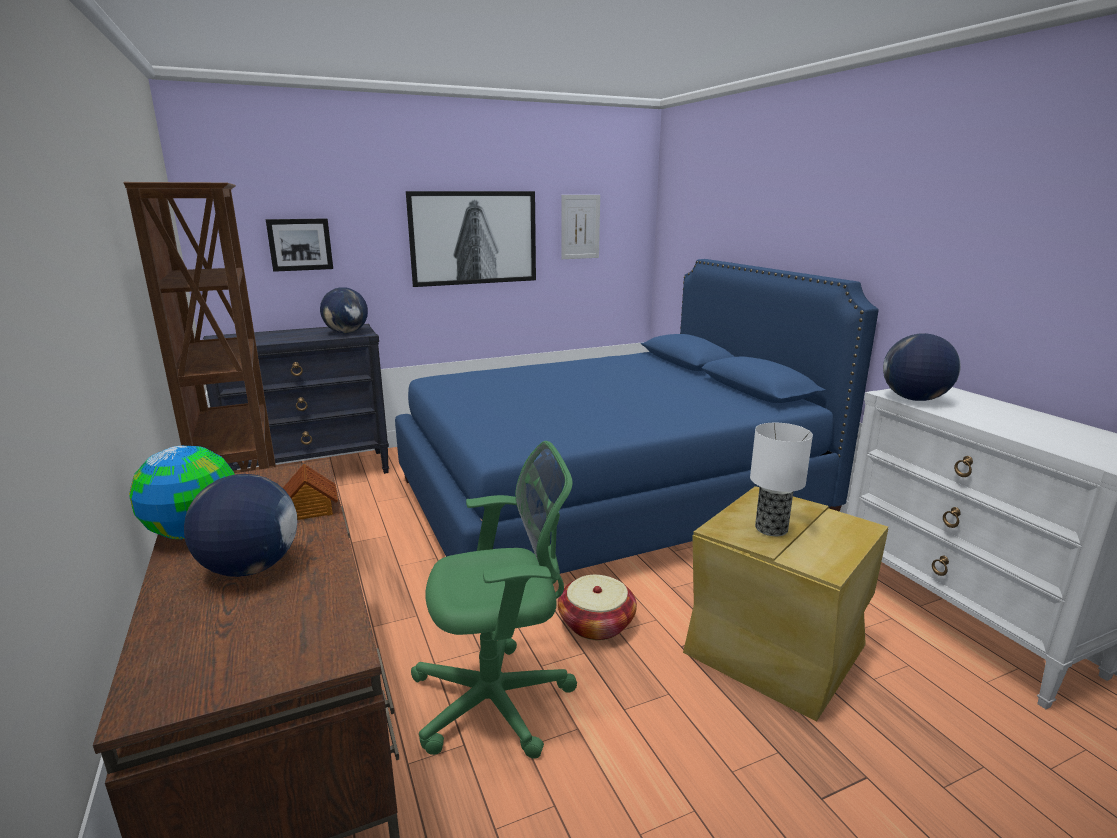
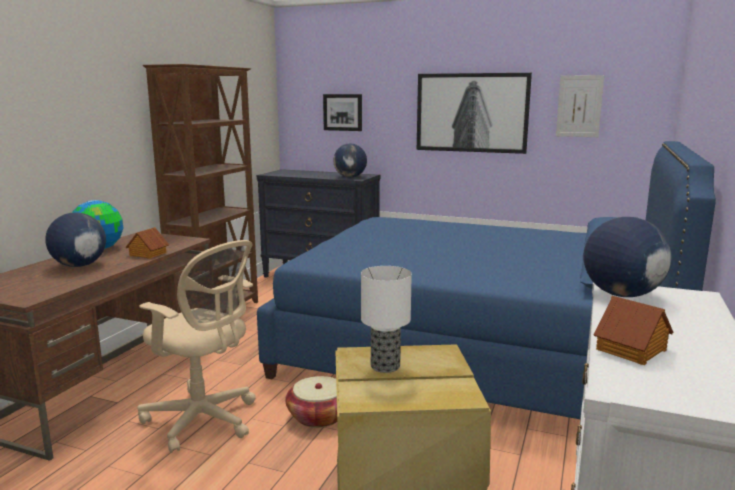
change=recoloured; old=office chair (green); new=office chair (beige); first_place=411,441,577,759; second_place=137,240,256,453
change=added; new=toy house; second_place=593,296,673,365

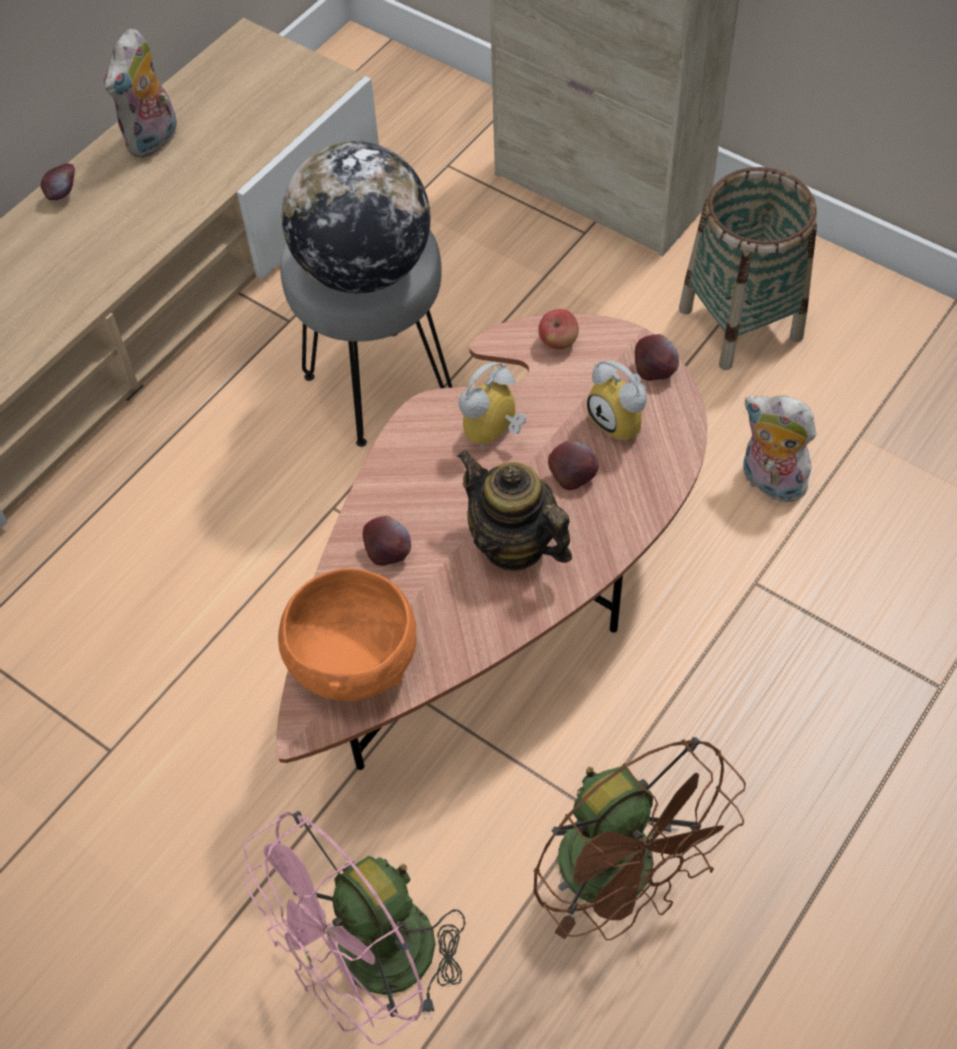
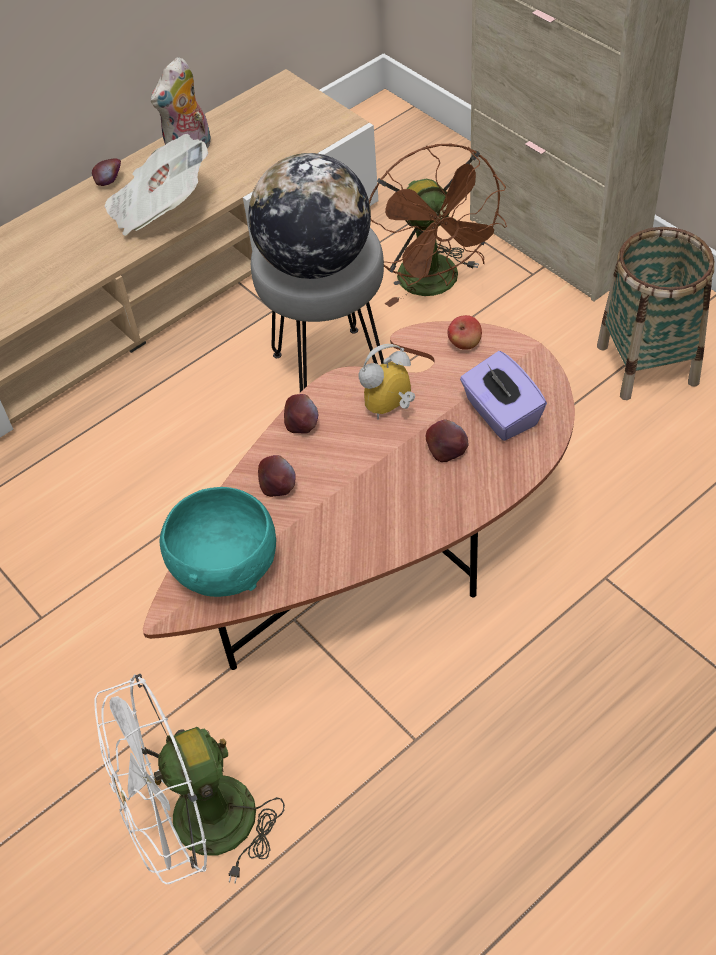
change=recoloured; old=fan (pink); new=fan (white); first_place=244,811,466,1046; second_place=94,674,285,884
change=recoloured; old=bowl (orange); new=bowl (turquoise); first_place=278,568,417,701; second_place=160,487,276,597
change=removed; old=teapot; first_place=457,450,572,571
change=moved; old=fan (brown); first_place=533,737,746,940; second_place=369,144,507,307
change=replaced; old=alarm clock; new=tissue box (purple); first_place=587,360,647,442; second_place=460,351,547,441
change=moved; old=apple; first_place=635,334,679,381; second_place=284,394,318,434
change=removed; old=plush toy; first_place=743,395,817,503
change=added; new=newspaper; second_place=104,134,208,236

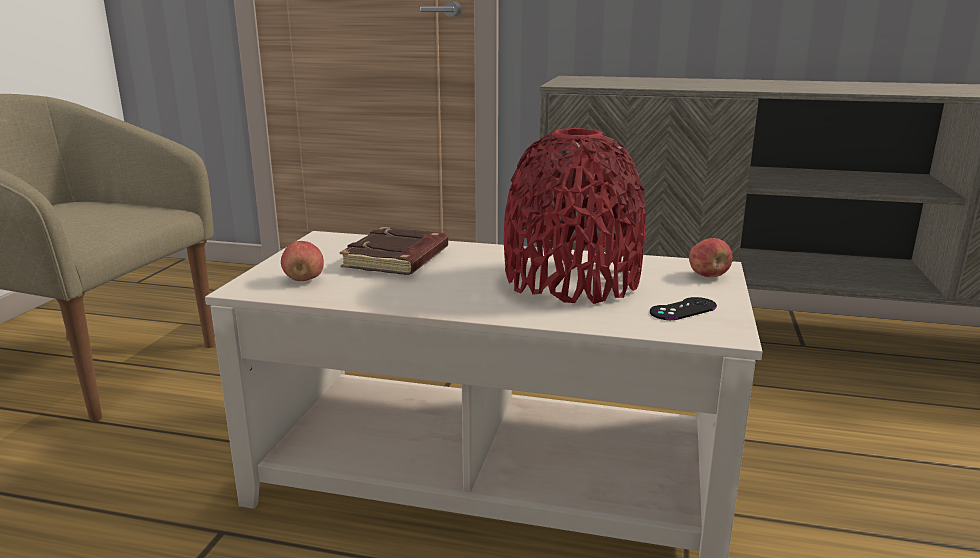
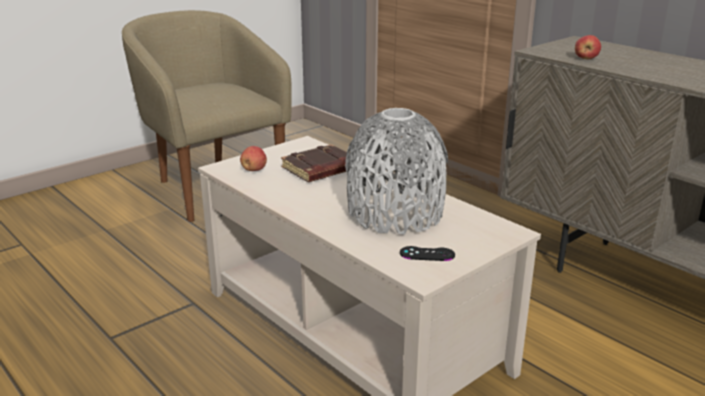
change=recoloured; old=vase (red); new=vase (grey); first_place=504,128,645,304; second_place=345,108,448,235
change=moved; old=apple; first_place=689,238,733,278; second_place=575,35,601,59

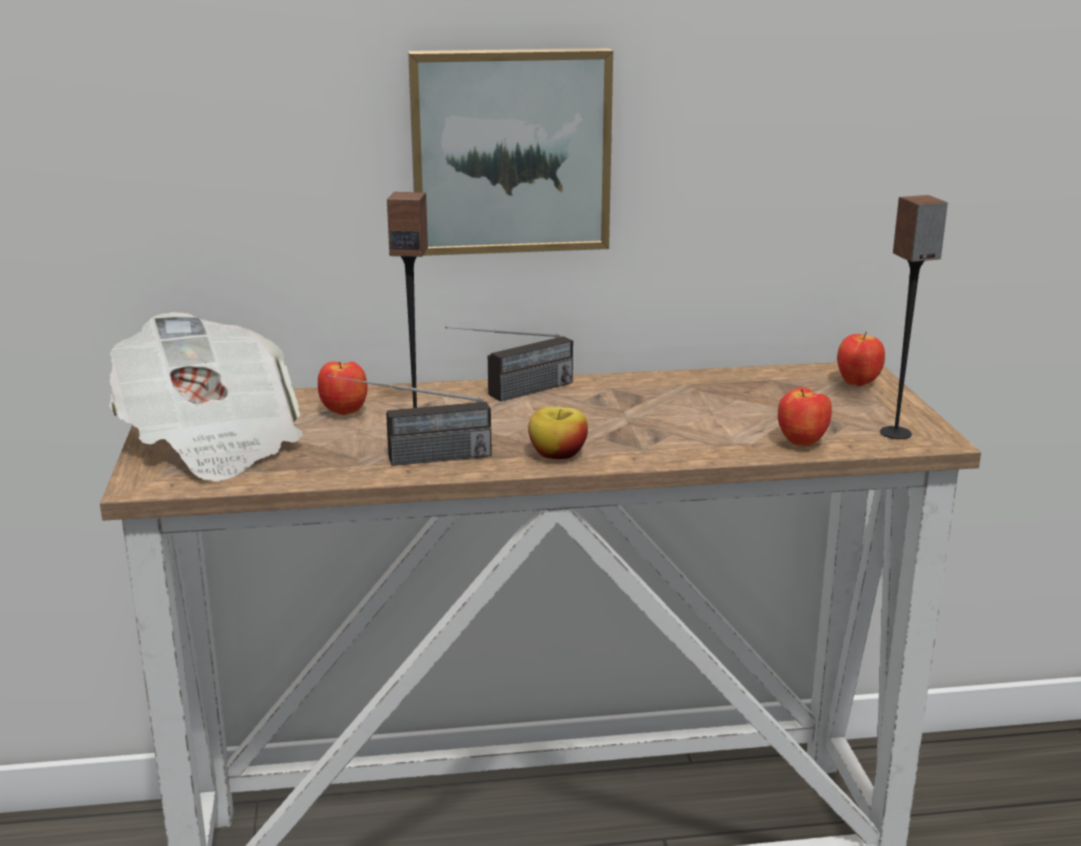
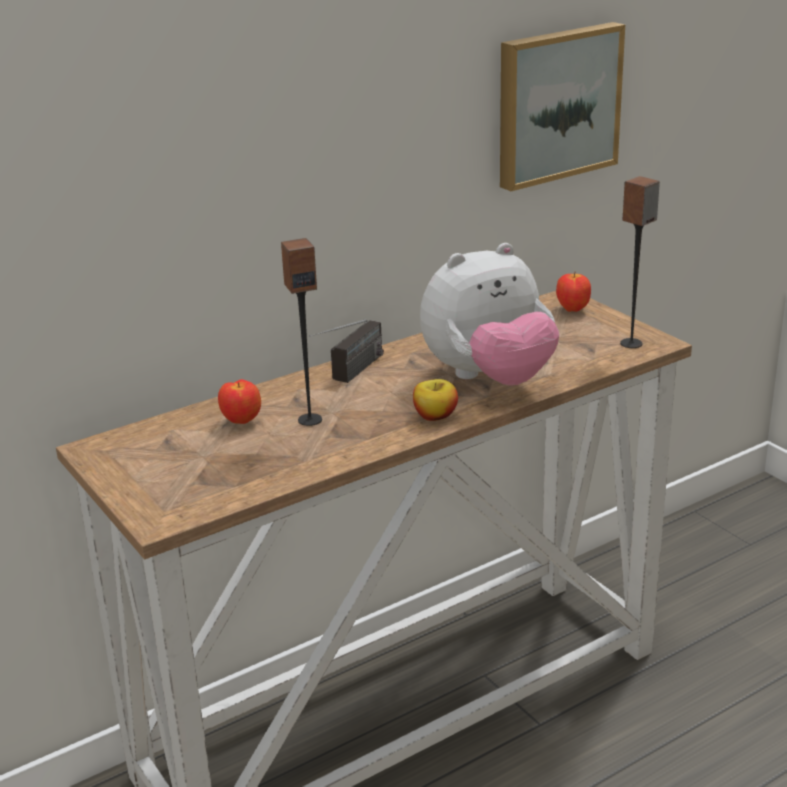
change=removed; old=newspaper; first_place=109,312,303,482
change=removed; old=radio; first_place=327,375,492,466
change=moved; old=picture; first_place=408,48,613,256; second_place=500,22,625,191
change=removed; old=apple; first_place=778,387,832,447
change=added; new=plush toy; second_place=420,243,559,386

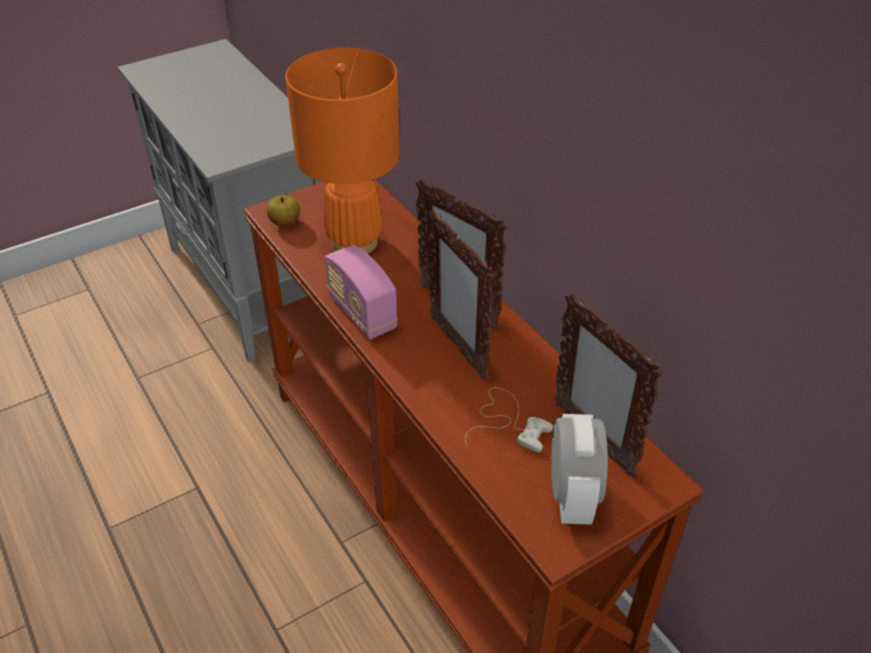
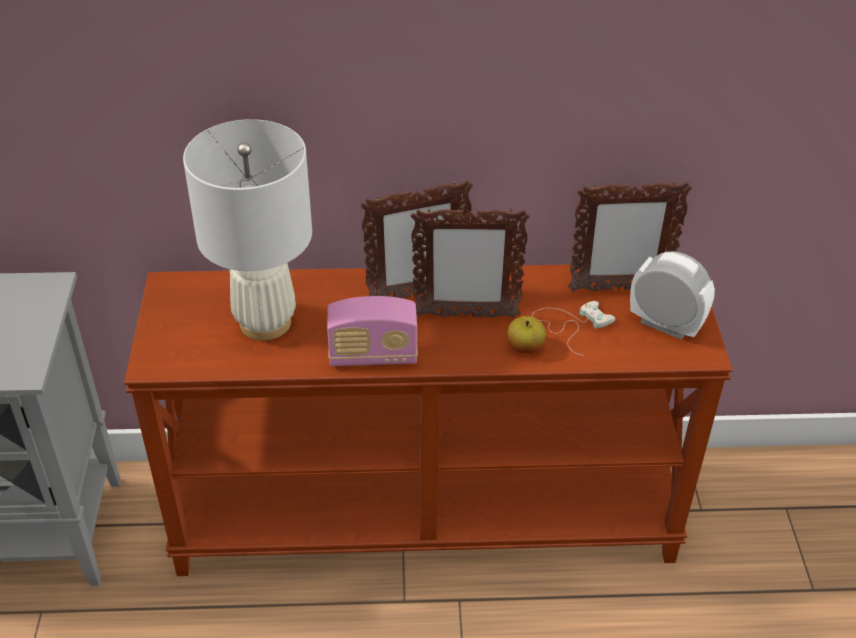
change=moved; old=apple; first_place=267,195,300,226; second_place=507,316,546,353
change=recoloured; old=table lamp (orange); new=table lamp (white); first_place=285,48,400,253; second_place=183,119,312,340

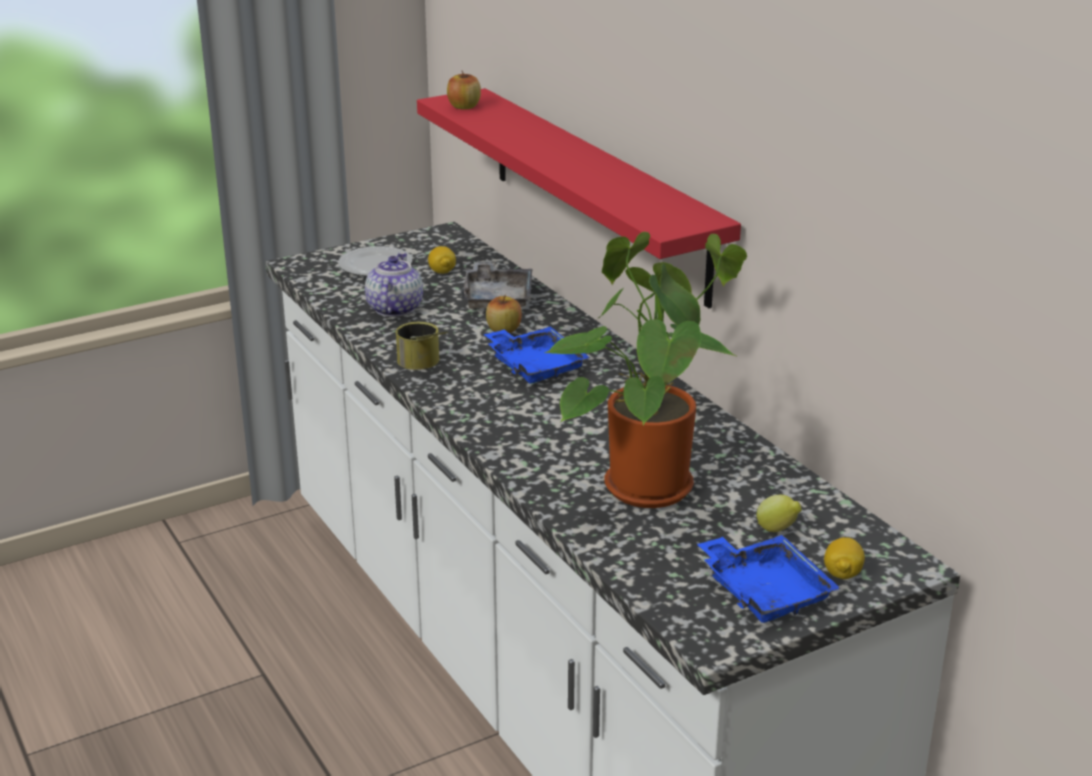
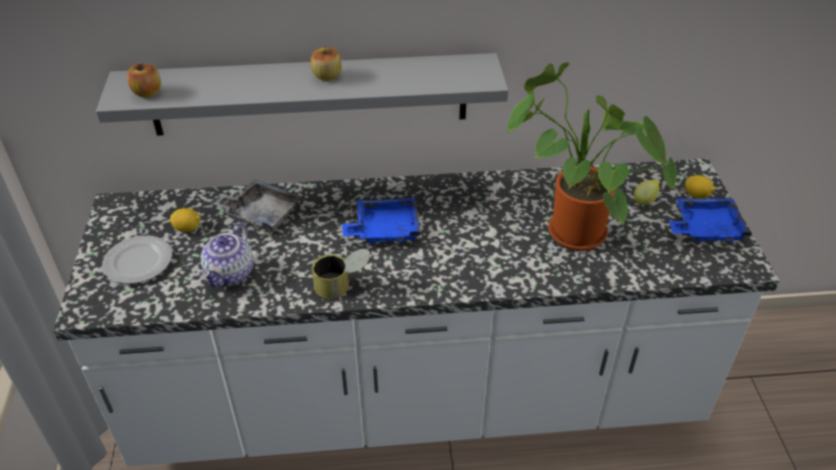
change=turned; old=teapot; first_place=365,252,423,317; second_place=201,222,253,288; degrees=-105
change=recoloured; old=shelf (red); new=shelf (grey); first_place=417,88,741,308; second_place=96,53,509,136
change=moved; old=apple; first_place=486,295,522,333; second_place=311,46,341,81

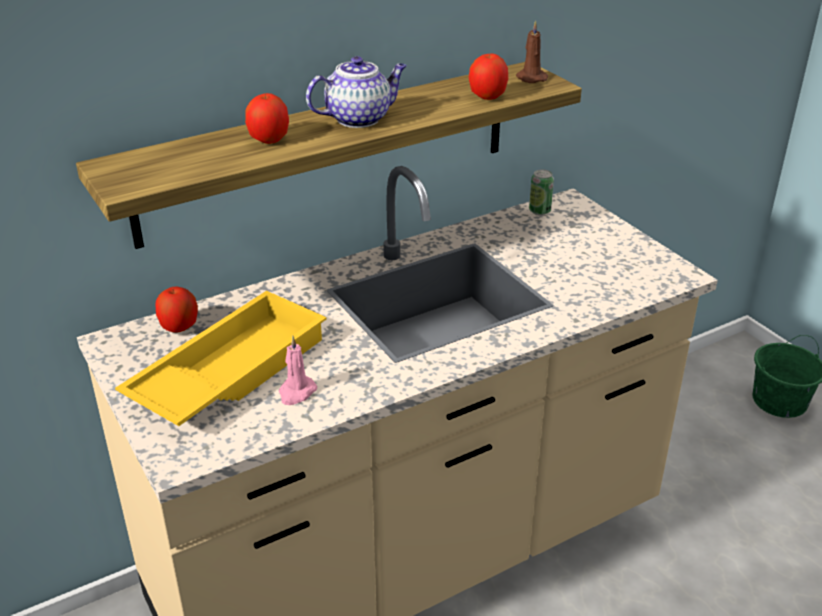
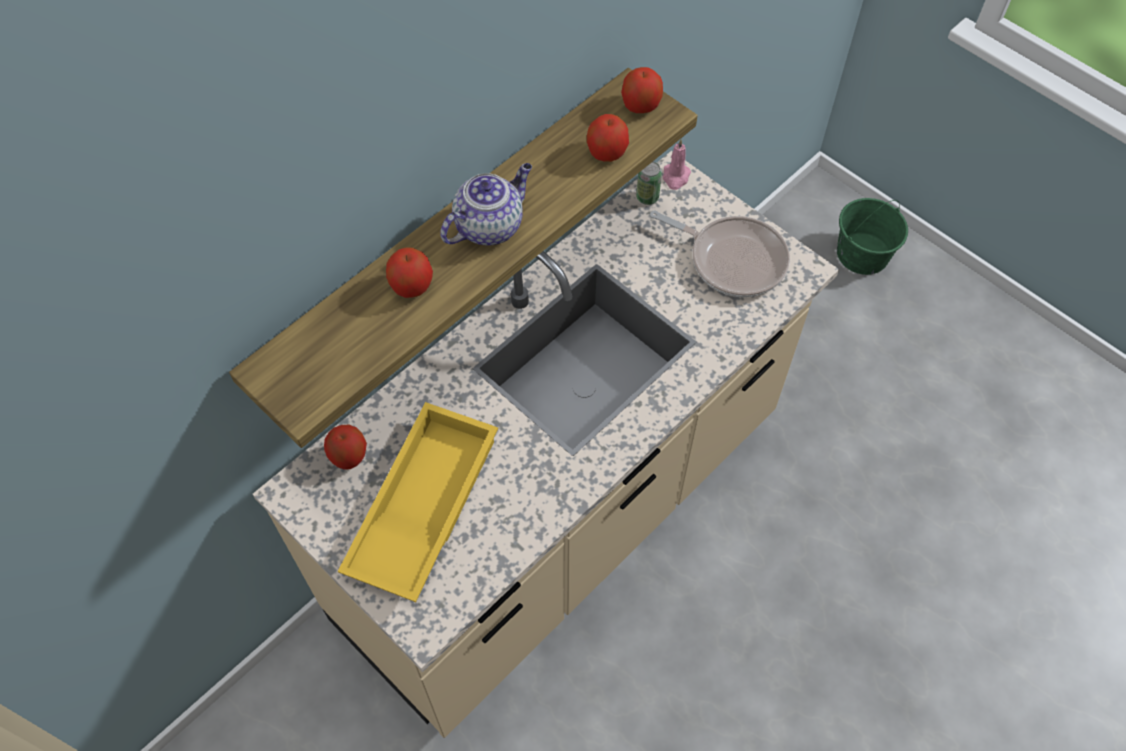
change=moved; old=candle (pink); first_place=279,336,317,405; second_place=663,139,691,190
change=replaced; old=candle (brown); new=apple; first_place=516,20,548,83; second_place=621,67,663,113
change=added; new=frying pan; second_place=650,210,790,297

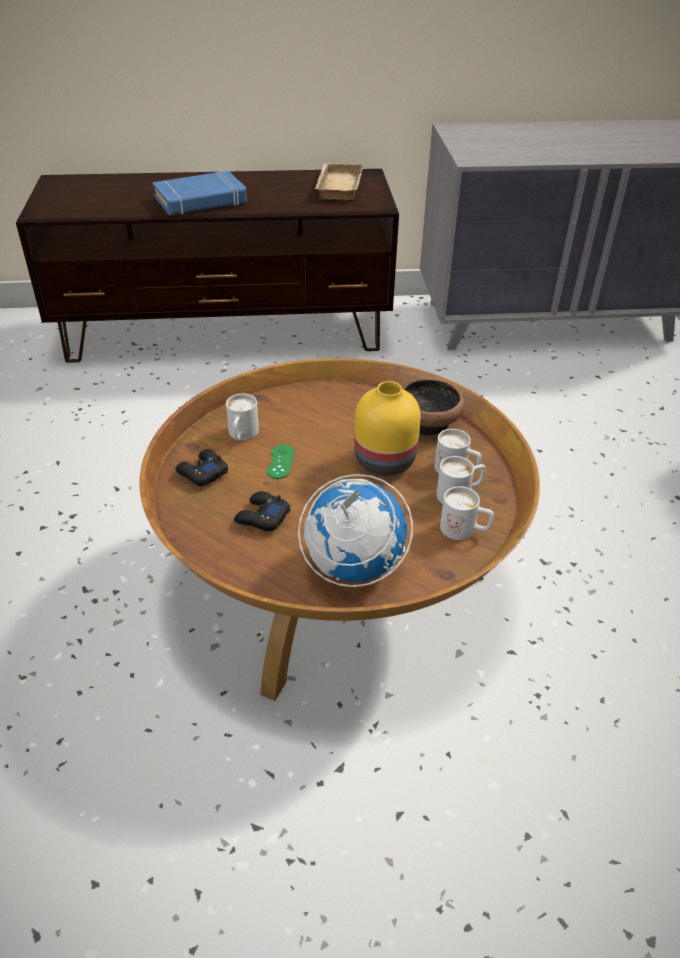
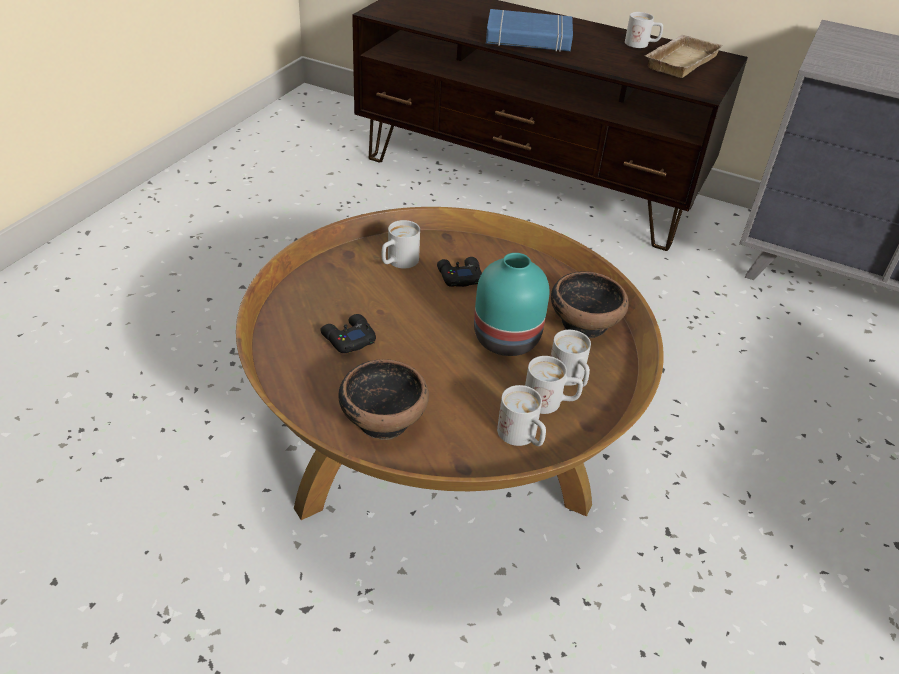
change=moved; old=game controller (black); first_place=175,449,228,486; second_place=437,257,482,287
change=removed; old=game controller (green); first_place=267,445,294,479
change=replaced; old=globe; new=bowl; first_place=298,474,413,587; second_place=339,359,429,440
change=recoloured; old=vase (yellow); new=vase (turquoise); first_place=354,381,421,476; second_place=474,253,550,356
change=added; new=mug (white); second_place=625,12,663,48

